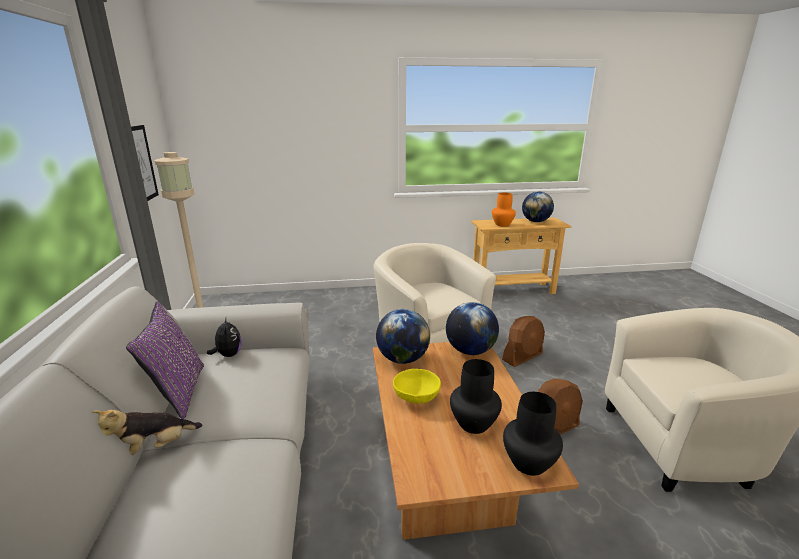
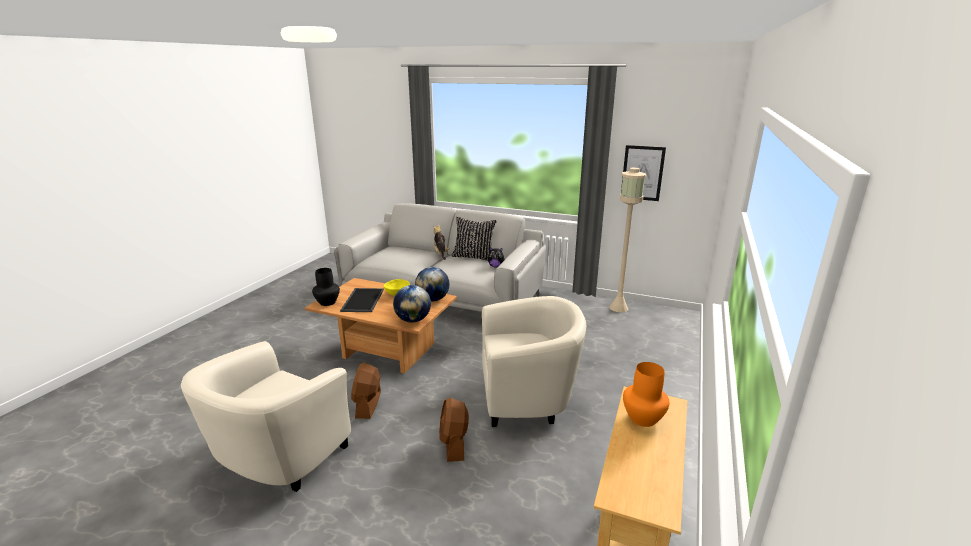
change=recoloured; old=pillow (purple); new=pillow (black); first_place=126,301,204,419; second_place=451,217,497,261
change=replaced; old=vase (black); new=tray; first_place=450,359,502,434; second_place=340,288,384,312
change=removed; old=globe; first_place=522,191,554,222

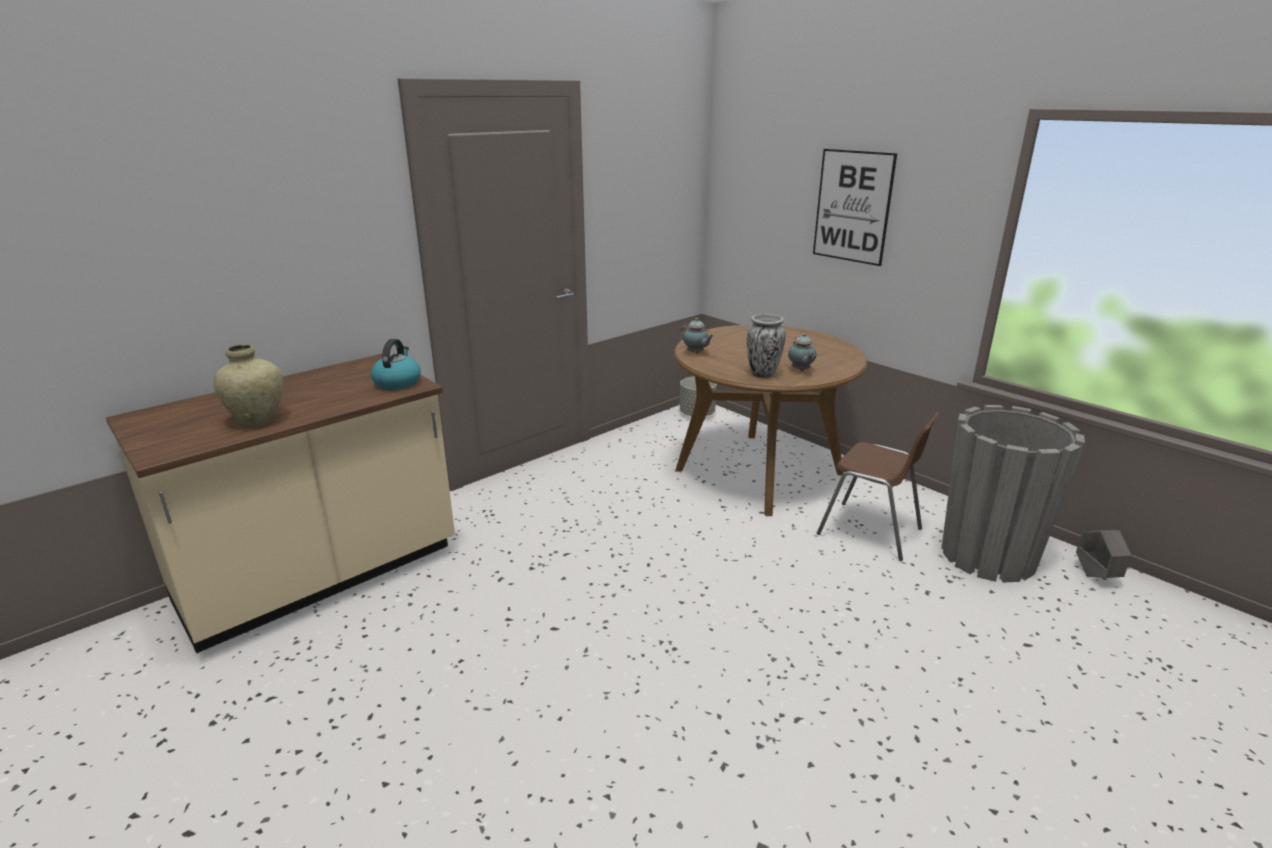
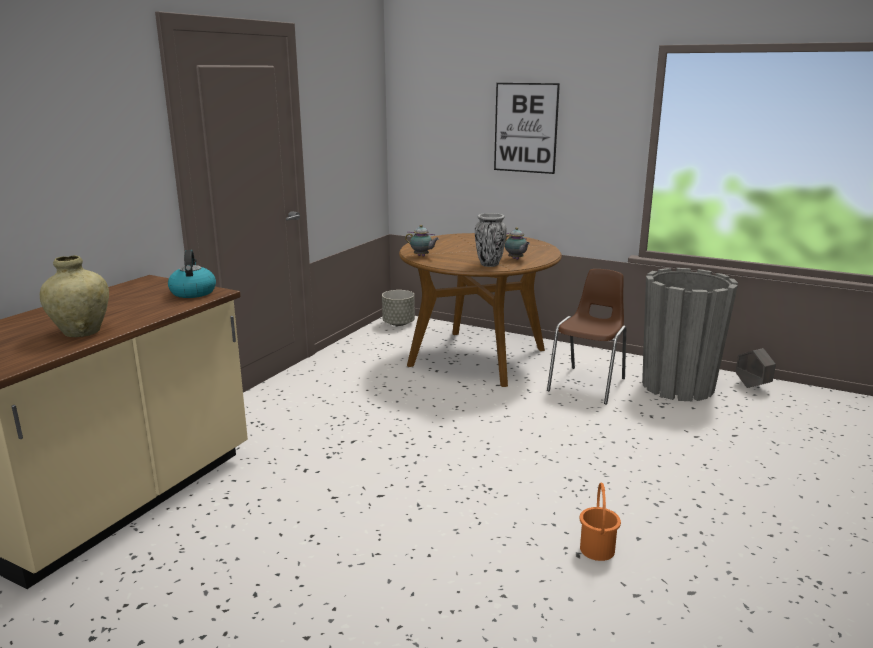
change=turned; old=chair (brown); first_place=817,412,940,561; second_place=547,269,626,404; degrees=-75
change=added; new=bucket (orange); second_place=580,483,621,561

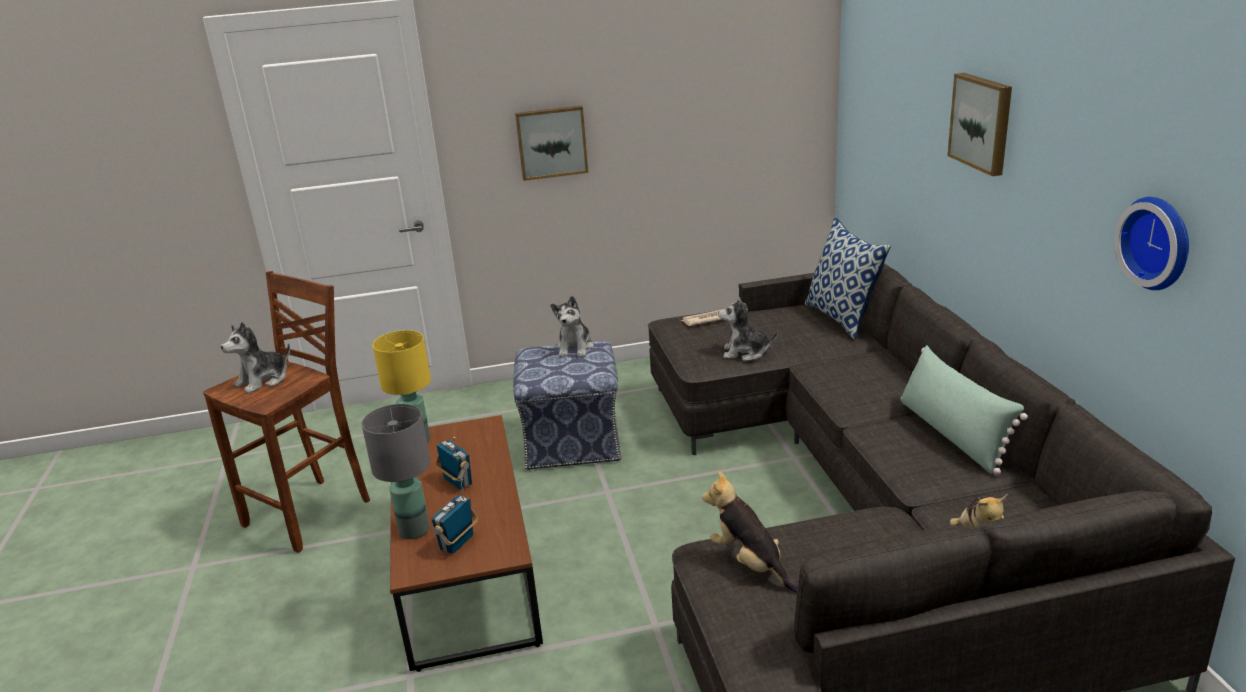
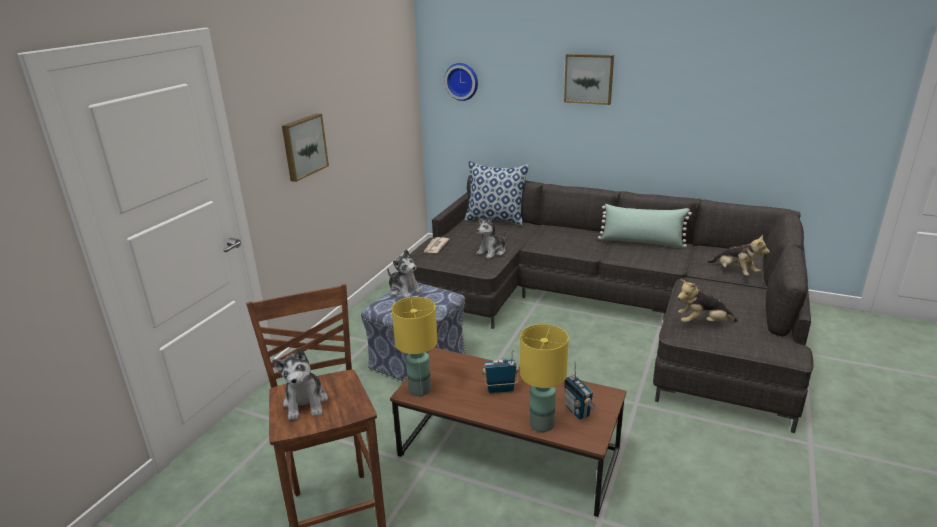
change=recoloured; old=table lamp (grey); new=table lamp (yellow); first_place=361,404,430,539; second_place=520,324,569,432
change=moved; old=wall clock; first_place=1115,197,1189,290; second_place=444,63,478,101

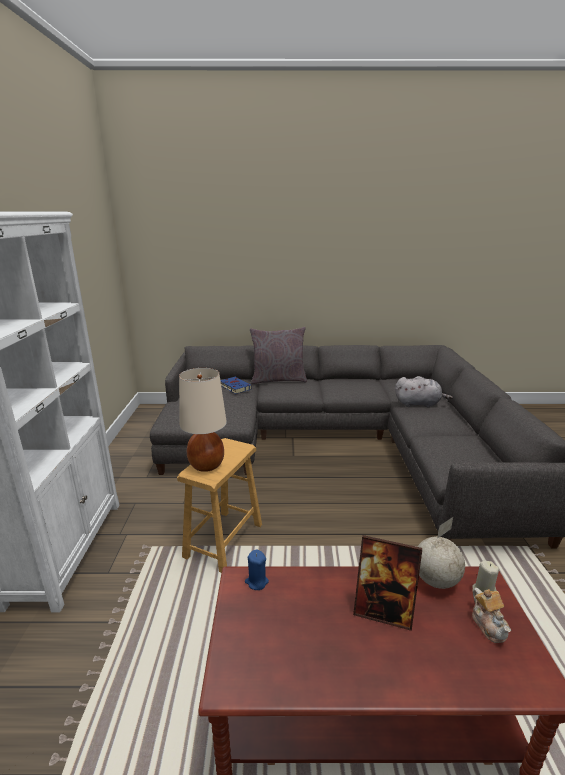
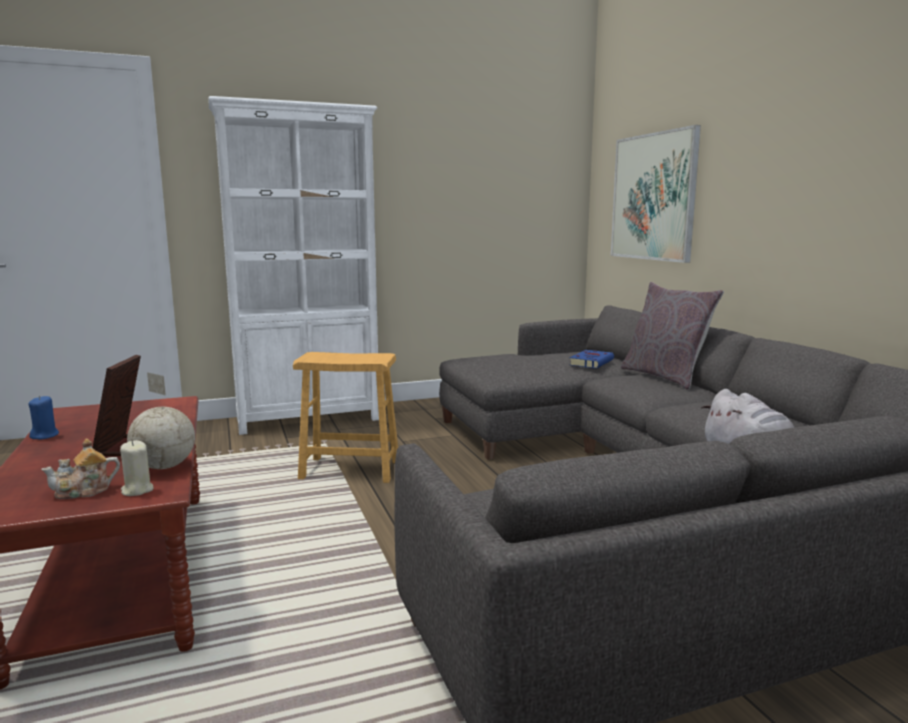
change=removed; old=table lamp (beige); first_place=179,368,227,472
change=moved; old=candle (blue); first_place=245,550,269,590; second_place=28,396,59,440
change=added; new=picture; second_place=611,125,701,263

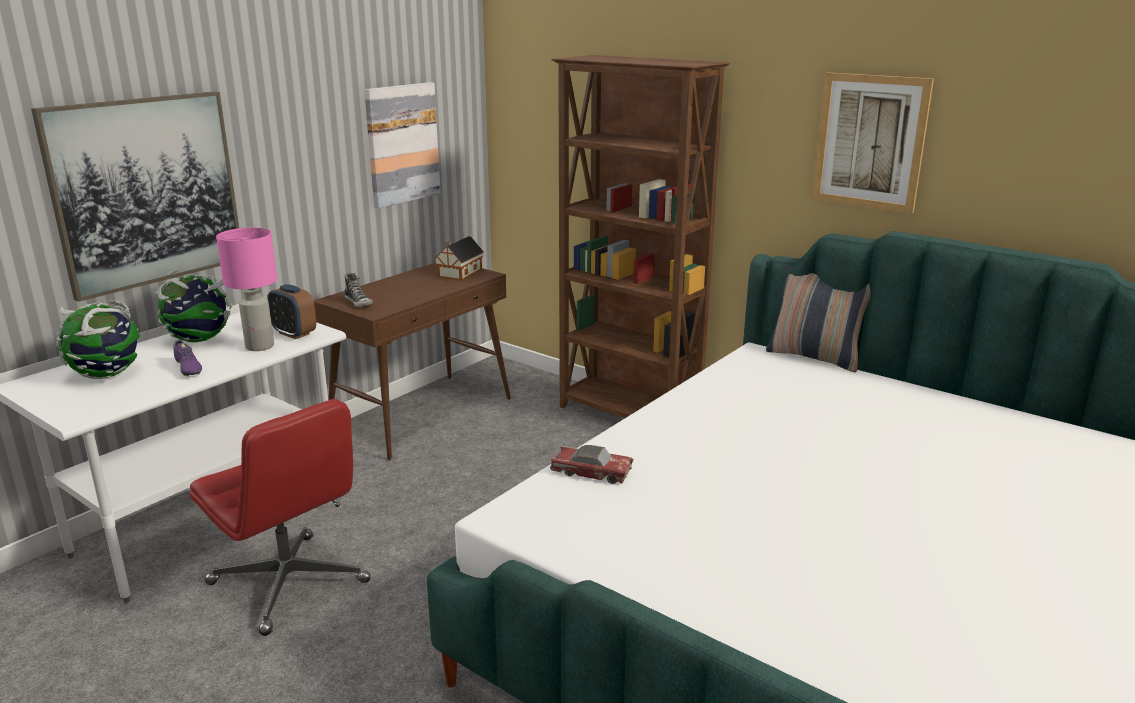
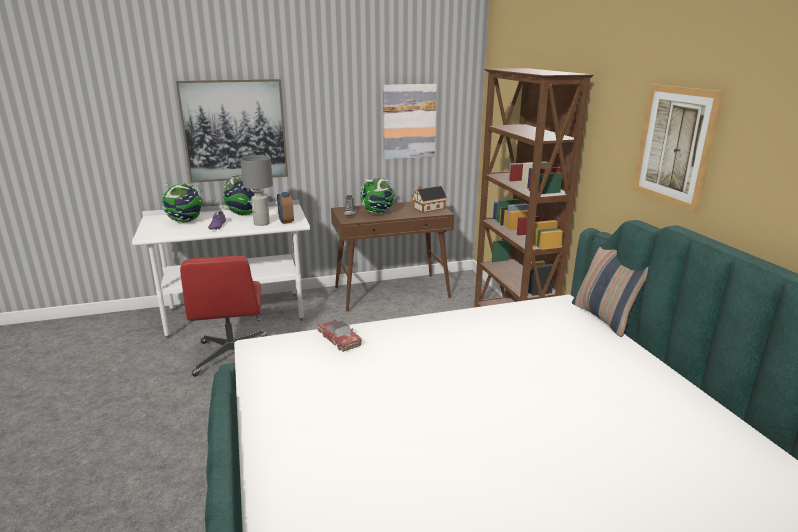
change=recoloured; old=table lamp (pink); new=table lamp (grey); first_place=216,228,277,351; second_place=240,155,273,226
change=added; new=globe; second_place=360,178,395,214

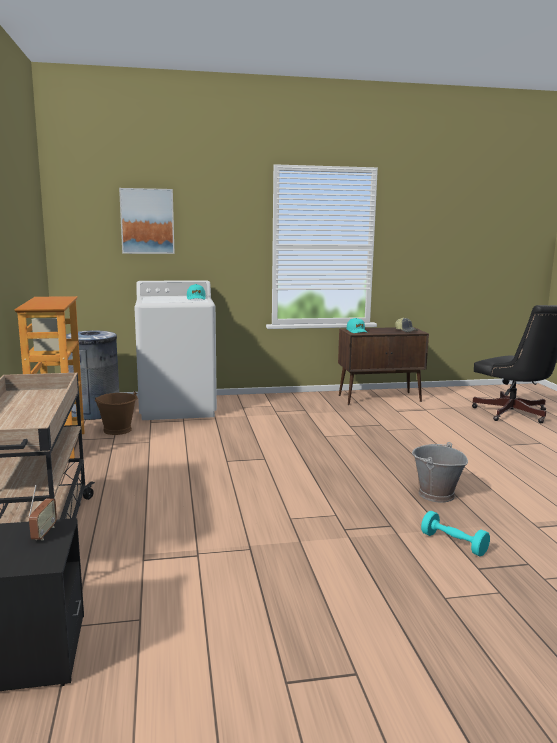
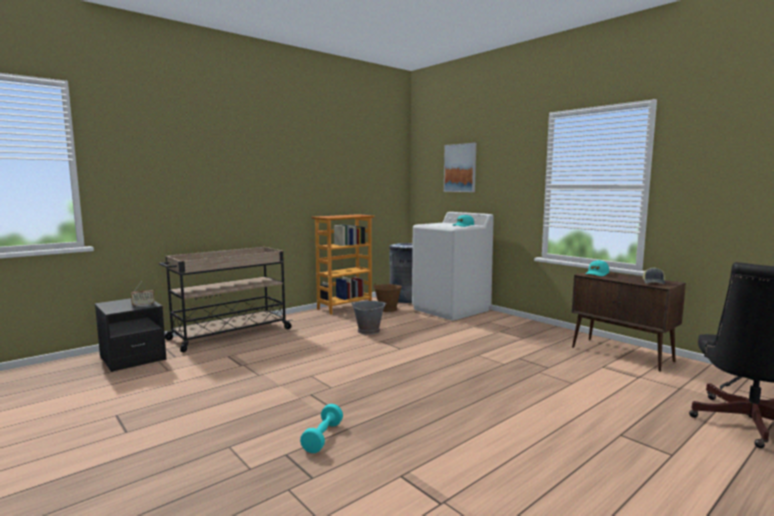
change=moved; old=bucket (grey); first_place=412,442,468,502; second_place=352,301,387,335

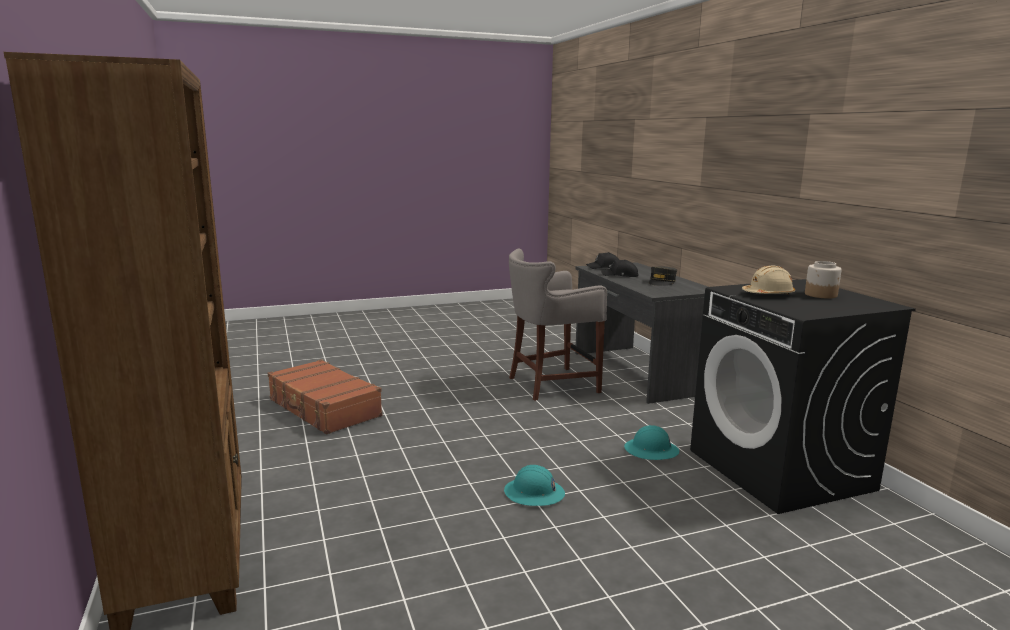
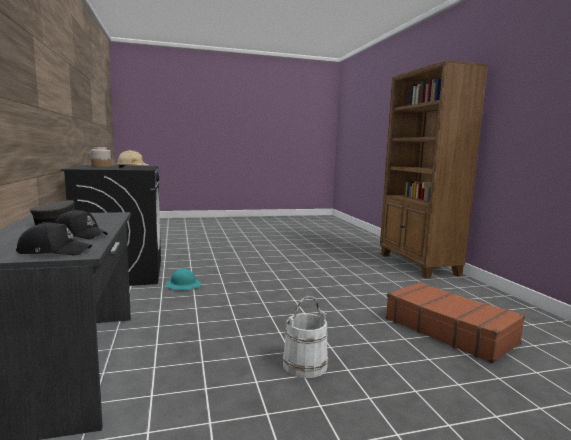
change=removed; old=hard hat (turquoise); first_place=504,465,565,506
change=removed; old=stool (grey); first_place=509,248,607,401
change=added; new=bucket (white); second_place=283,296,328,378

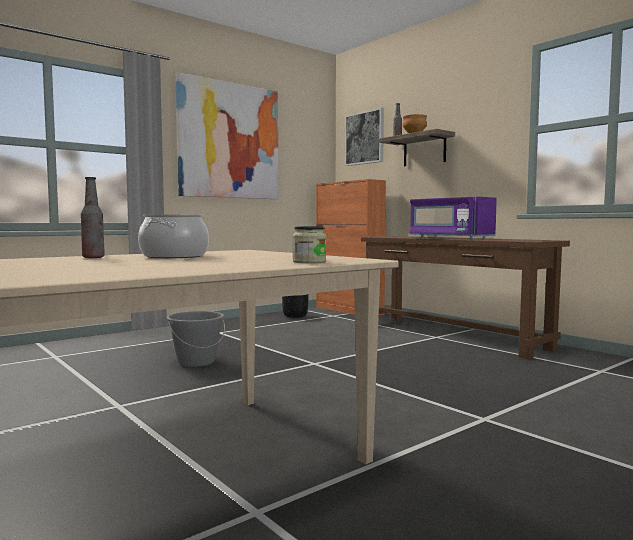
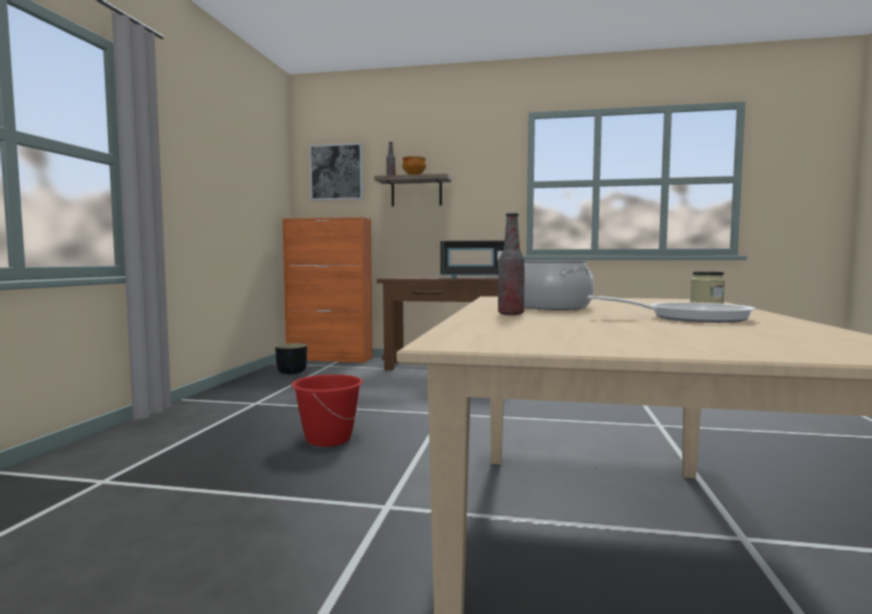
change=recoloured; old=bucket (grey); new=bucket (red); first_place=167,311,225,367; second_place=292,374,363,447
change=removed; old=picture; first_place=175,72,279,199
change=recoloured; old=microwave (purple); new=microwave (black); first_place=410,197,497,239; second_place=440,240,504,278
change=added; new=frying pan; second_place=587,296,755,323

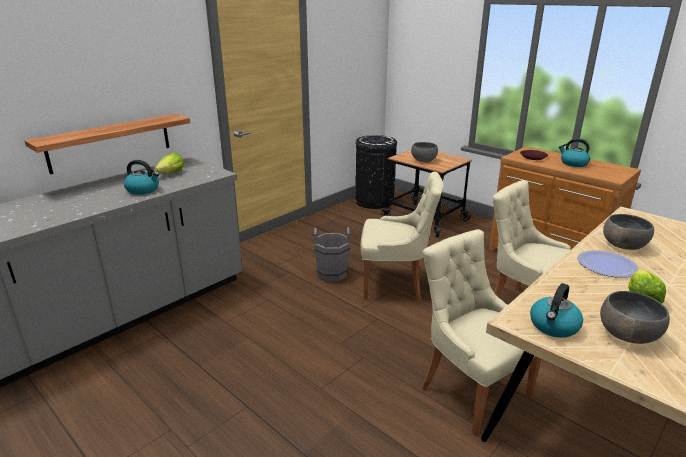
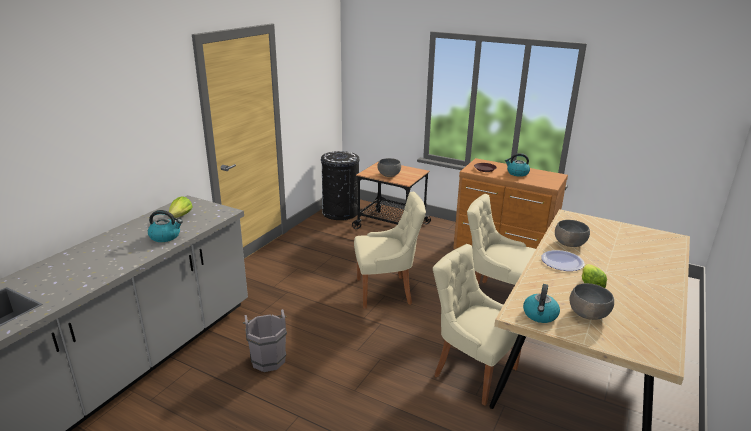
change=removed; old=shelf; first_place=24,114,190,174
change=moved; old=bucket (grey); first_place=312,227,352,282; second_place=243,309,287,372

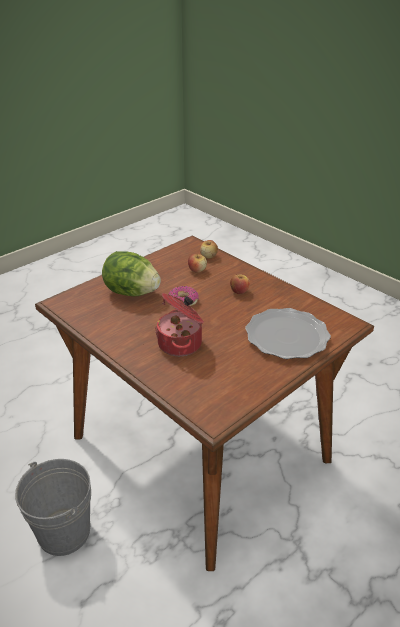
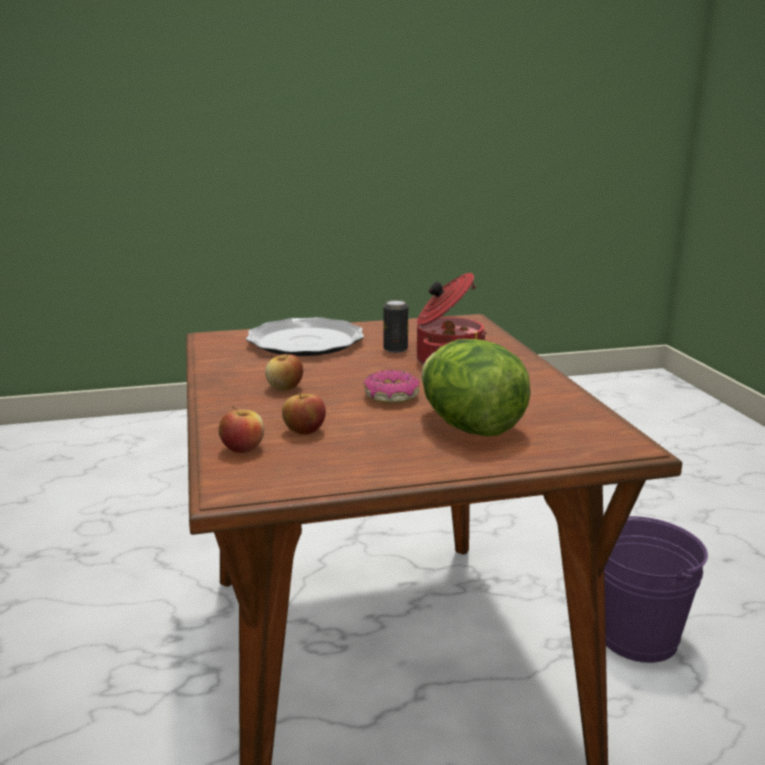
change=recoloured; old=bucket (grey); new=bucket (purple); first_place=15,459,91,556; second_place=604,516,708,663
change=added; new=can; second_place=384,300,408,353

